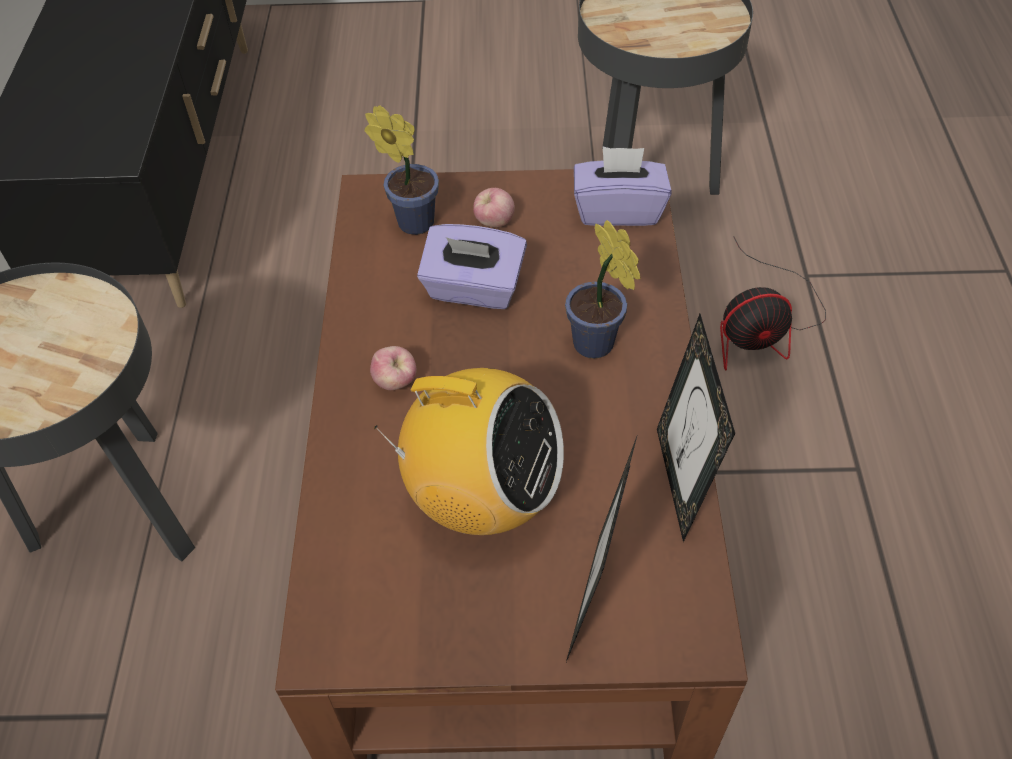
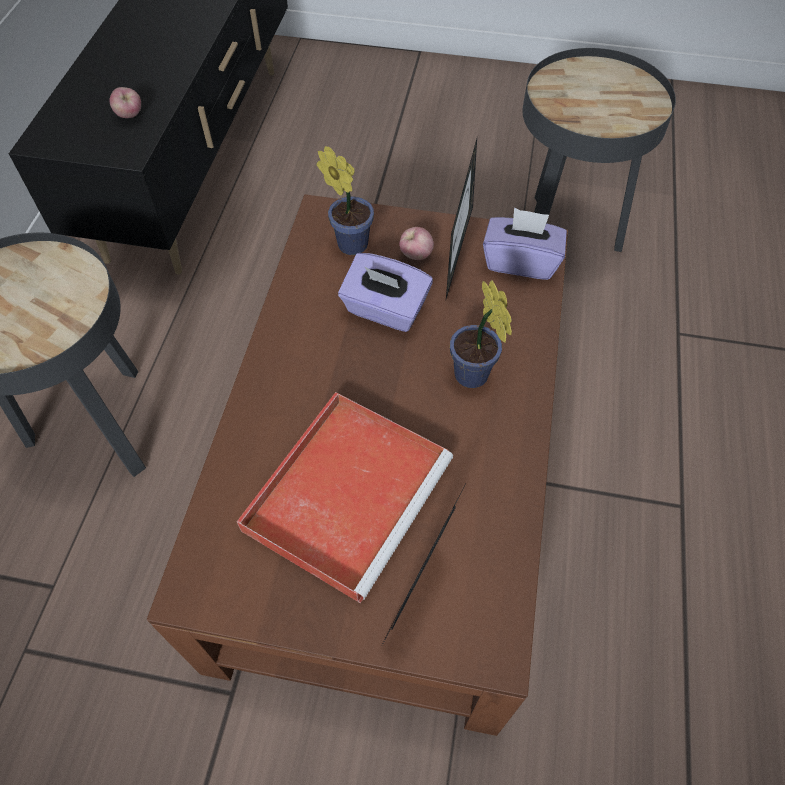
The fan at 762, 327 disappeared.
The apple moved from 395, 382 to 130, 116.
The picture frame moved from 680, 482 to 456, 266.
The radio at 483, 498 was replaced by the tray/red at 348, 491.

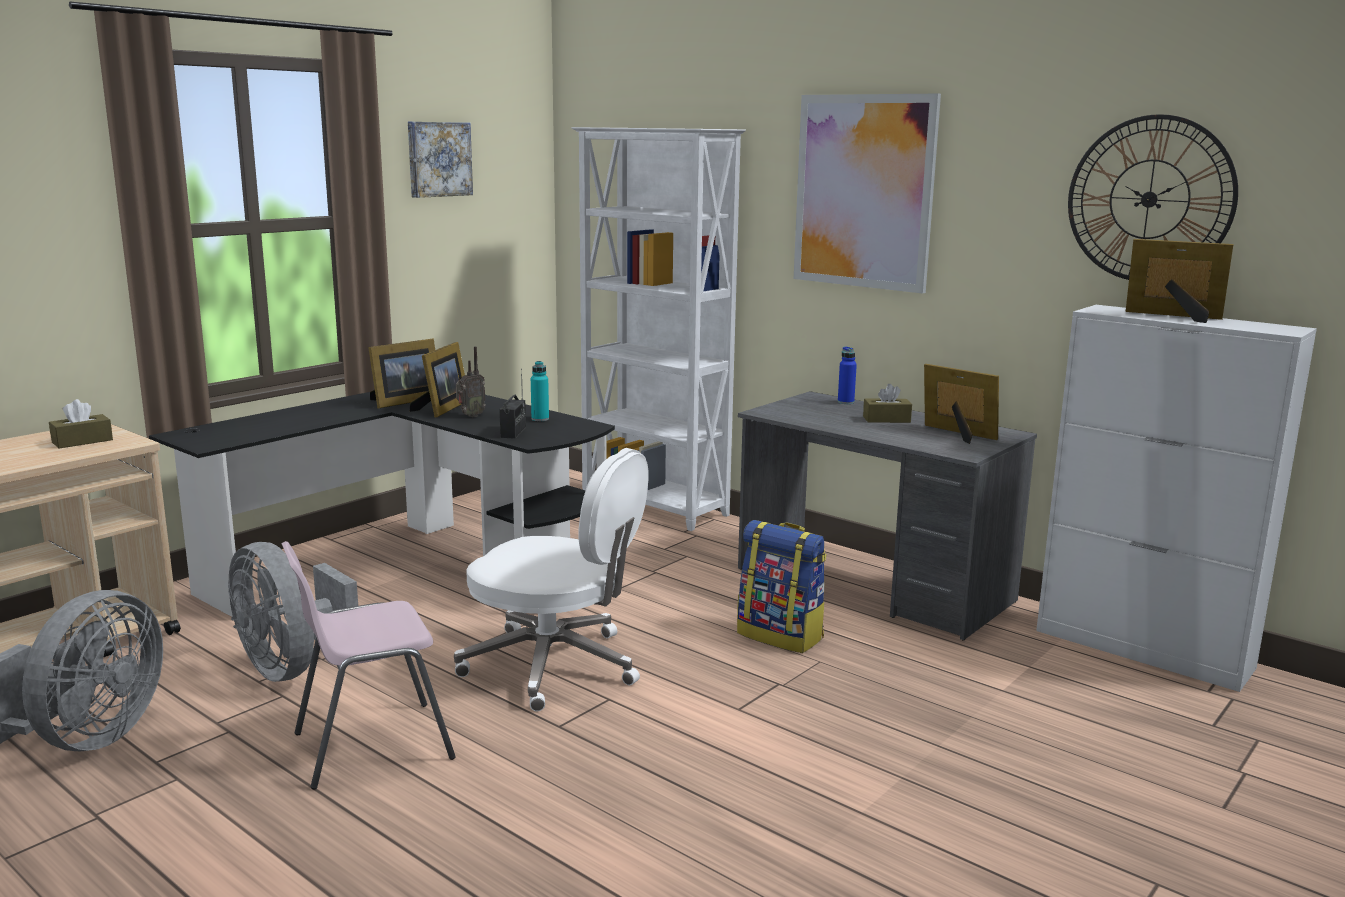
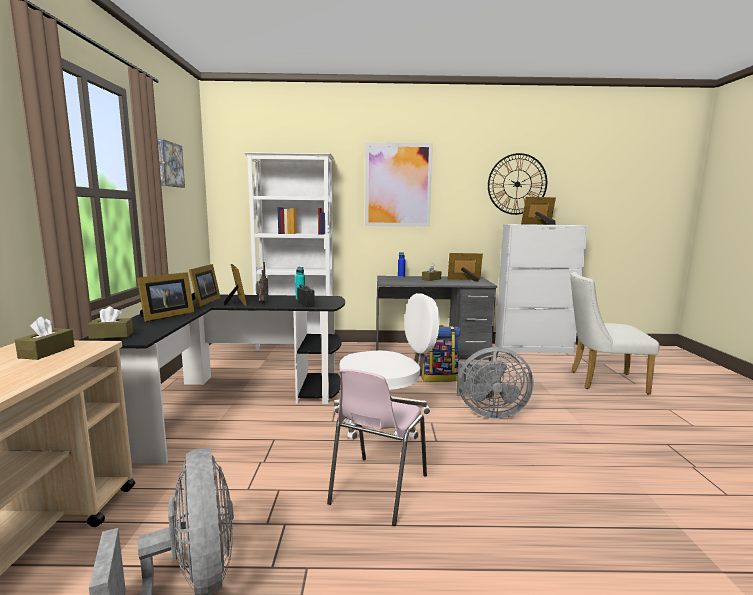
The tissue box/brown at 111, 335 appeared.
The picture frame at 165, 316 appeared.
The chair/white at 601, 381 appeared.
The fan/grey moved from 291, 667 to 488, 412.

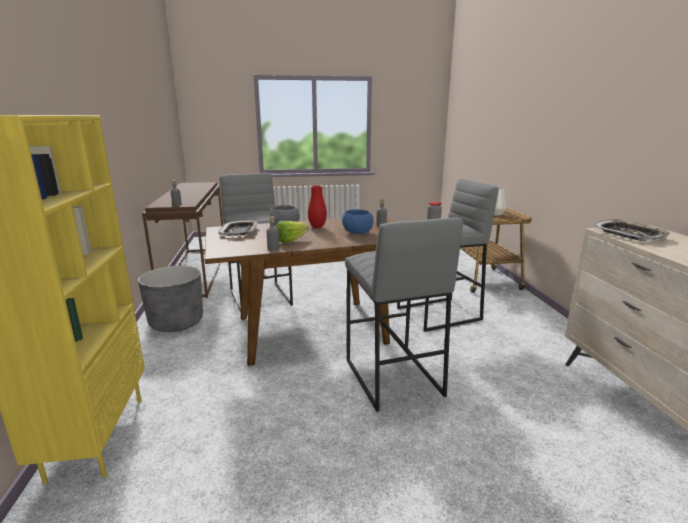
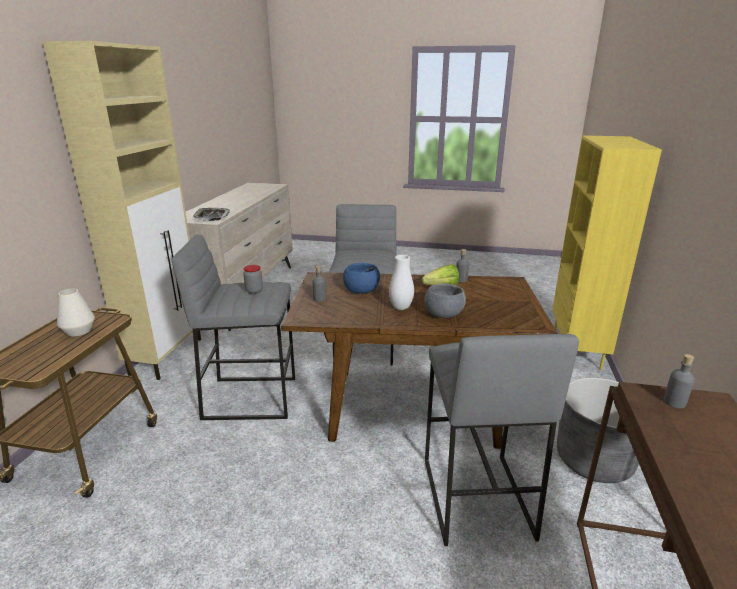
The tray at 239, 231 disappeared.
The cabinet/beige at 168, 356 appeared.
The vase/red at 317, 227 became the vase/white at 401, 308.

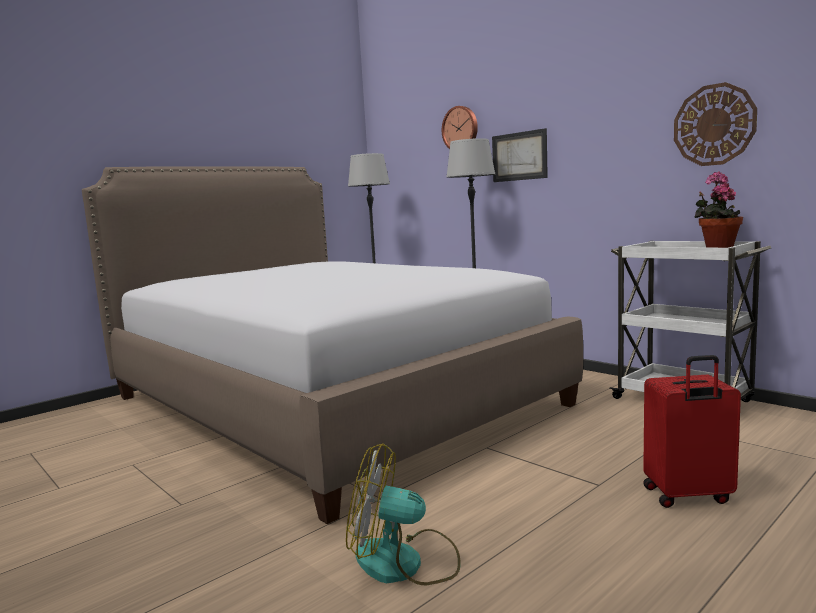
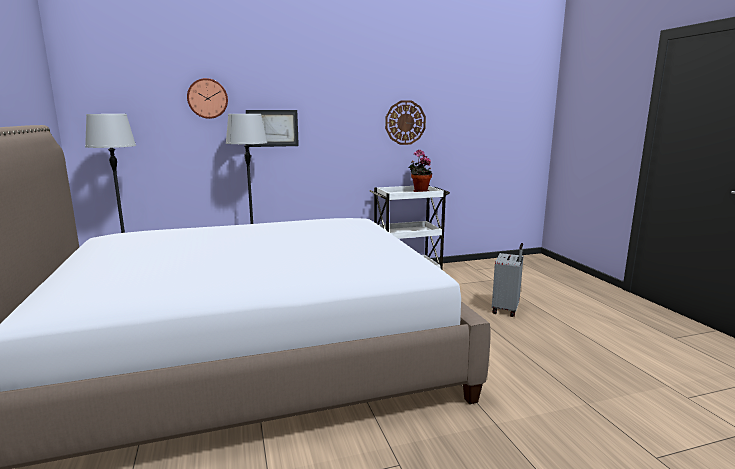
The fan at 404, 563 disappeared.
The suitcase/red at 687, 496 became the suitcase/grey at 506, 310.

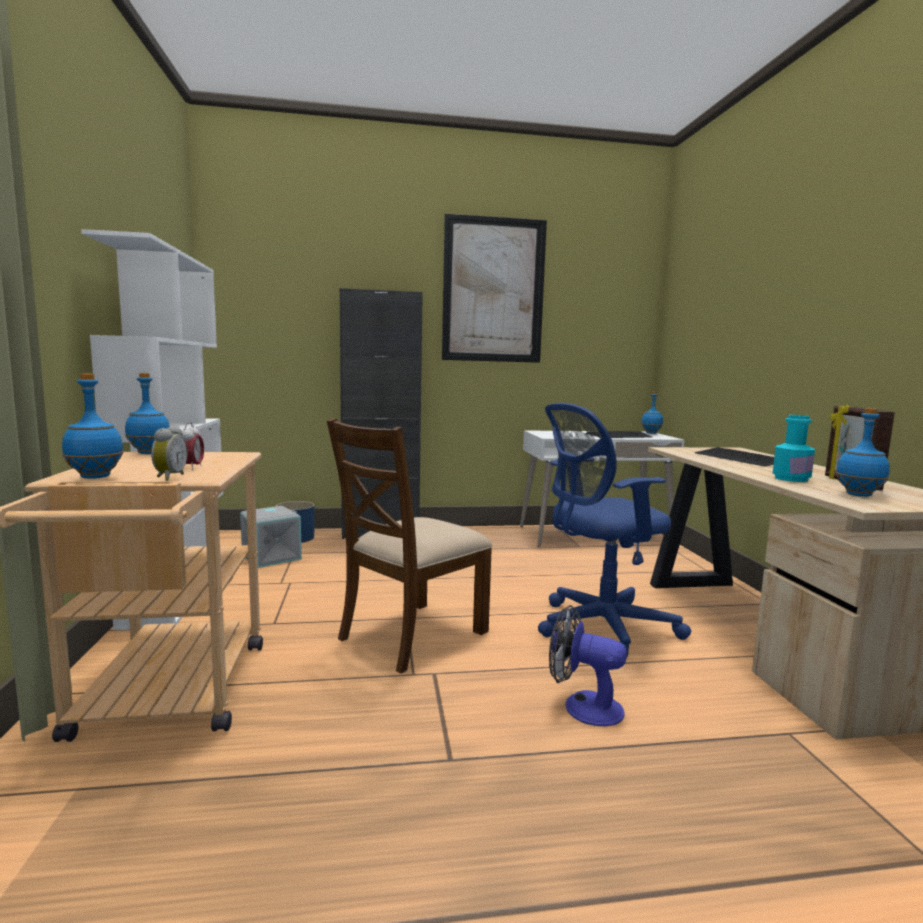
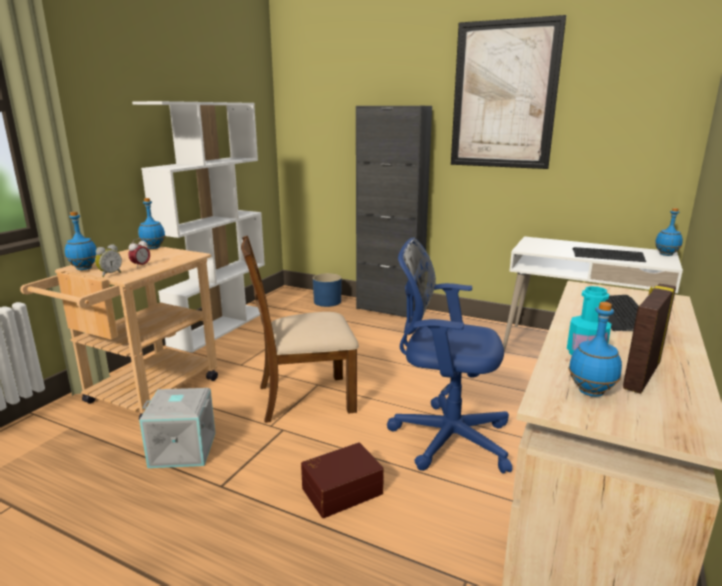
The storage box/grey moved from 271, 557 to 183, 449.
The fan at 582, 706 was replaced by the storage box/brown at 341, 489.

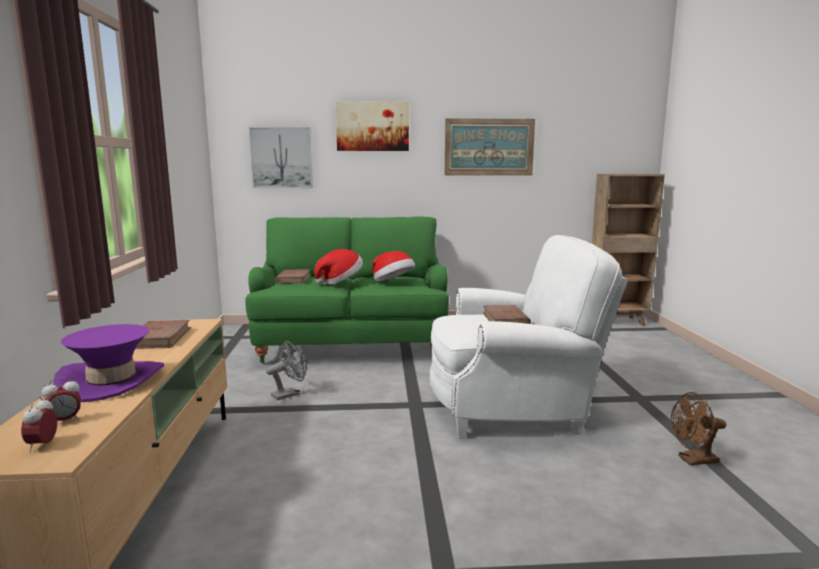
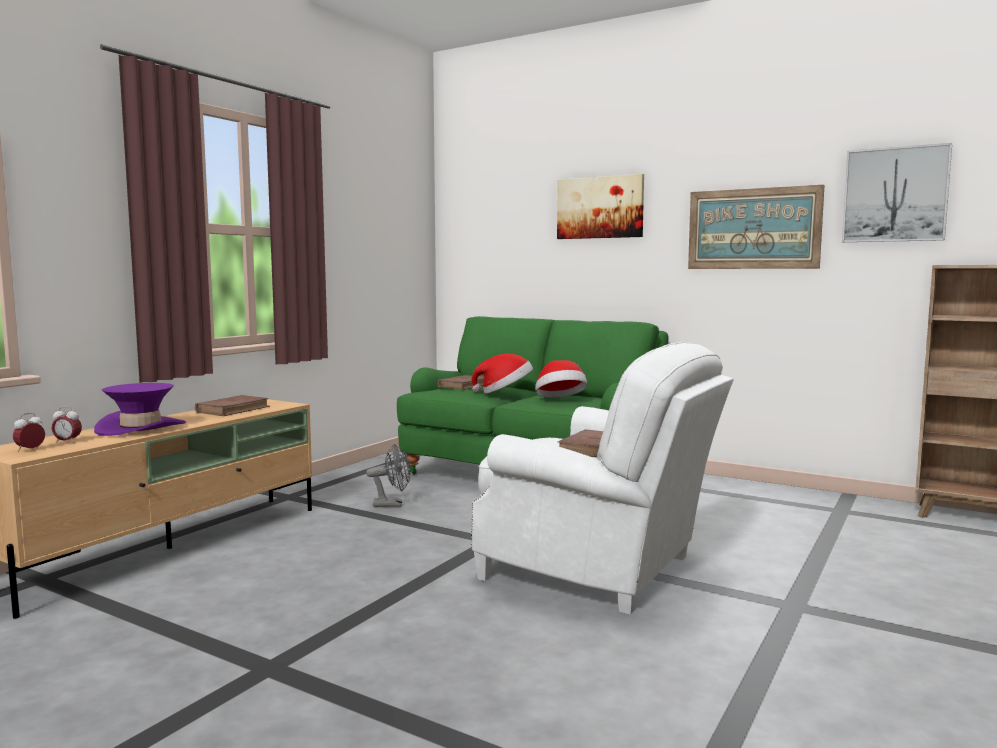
The fan/brown at 693, 460 disappeared.
The picture moved from 281, 157 to 895, 195.

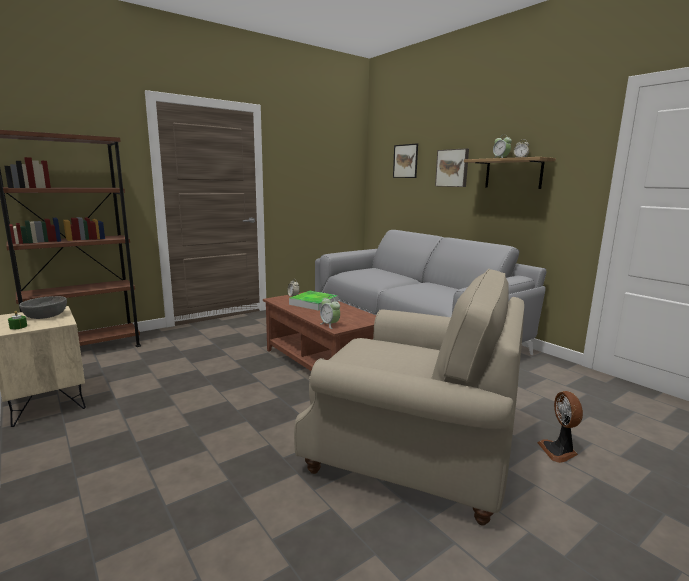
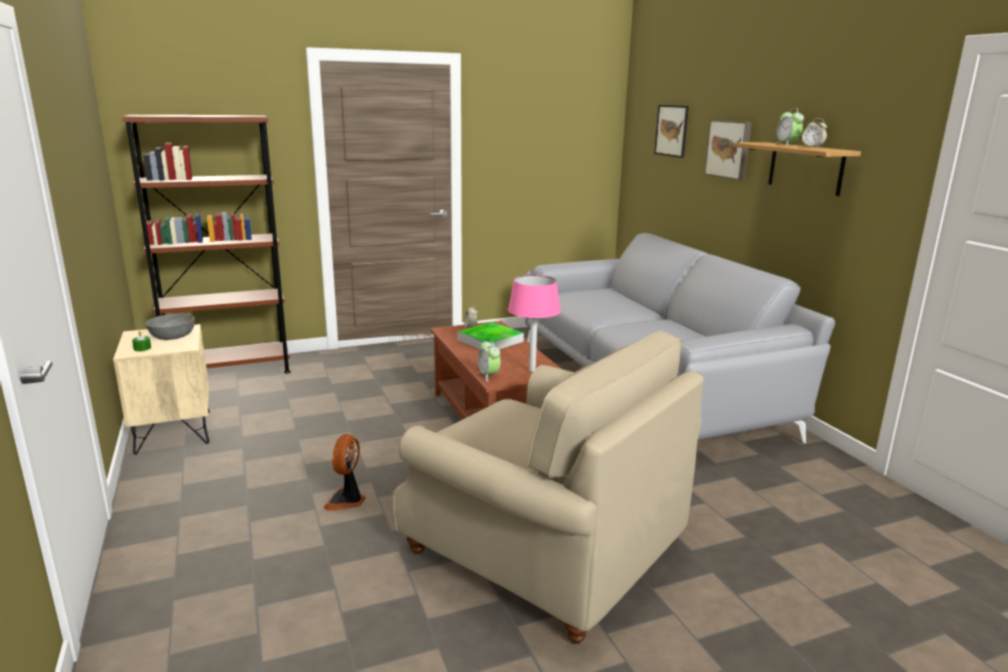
The table lamp/pink at 532, 370 appeared.
The fan moved from 559, 451 to 347, 501.

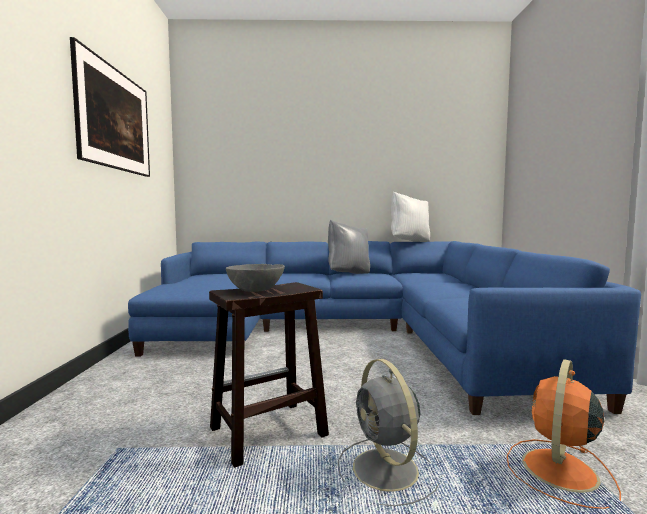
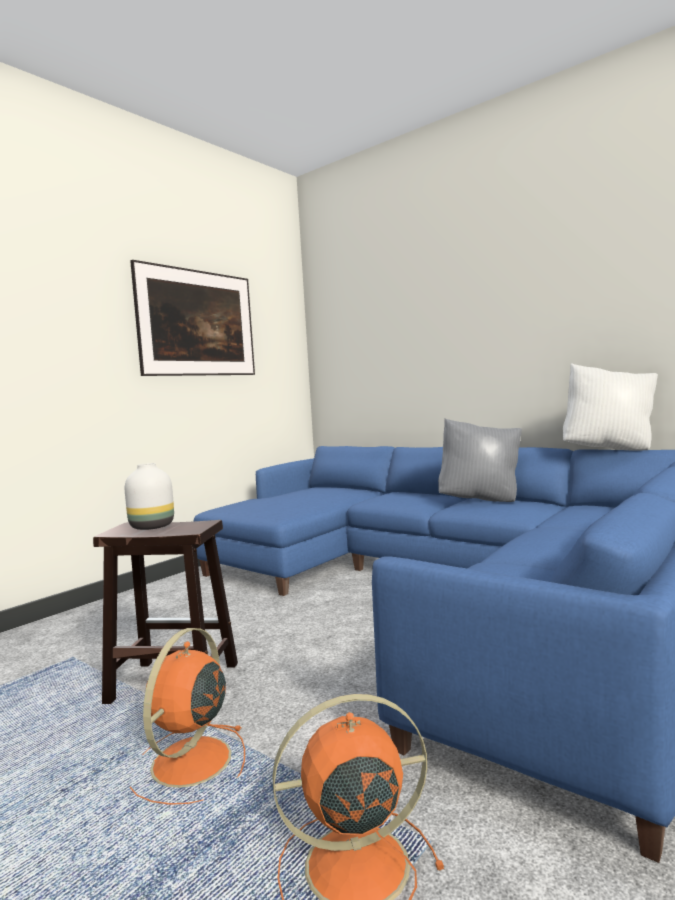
The bowl/grey at 255, 290 was replaced by the vase/white at 152, 526.
The fan/grey at 386, 471 became the fan/orange at 189, 764.

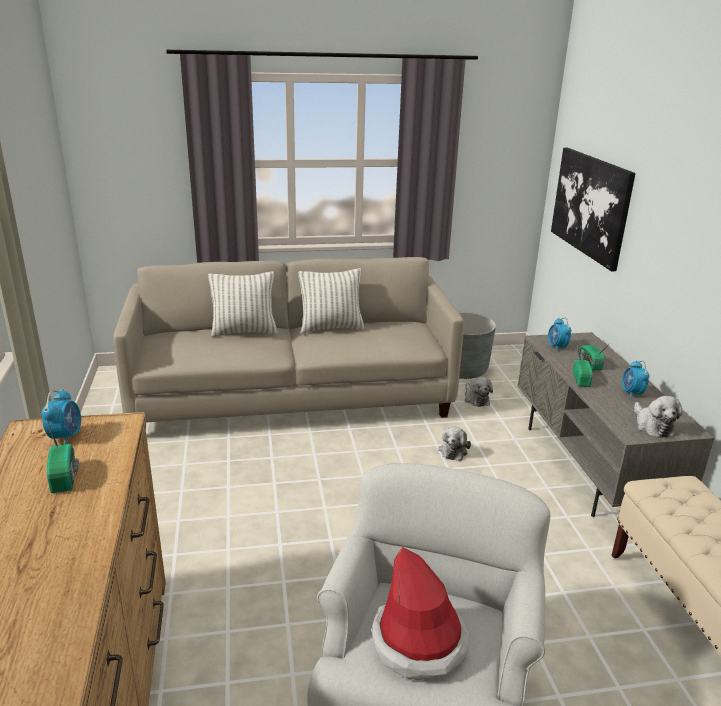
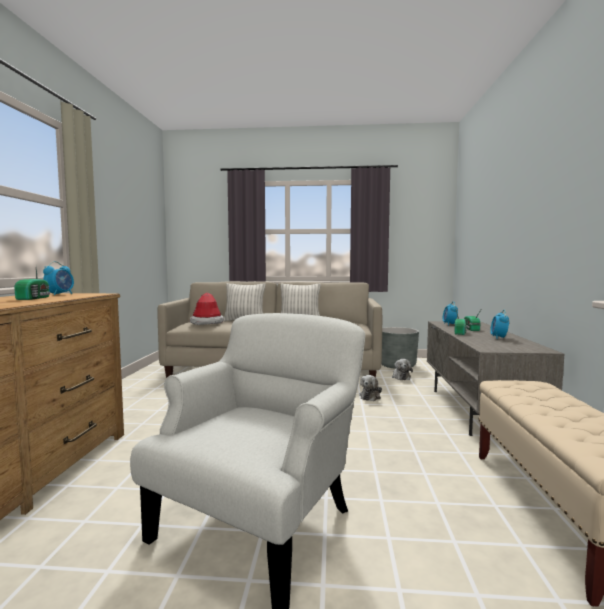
The picture at 590, 205 disappeared.
The plush toy at 652, 426 disappeared.
The hat moved from 419, 642 to 207, 322.

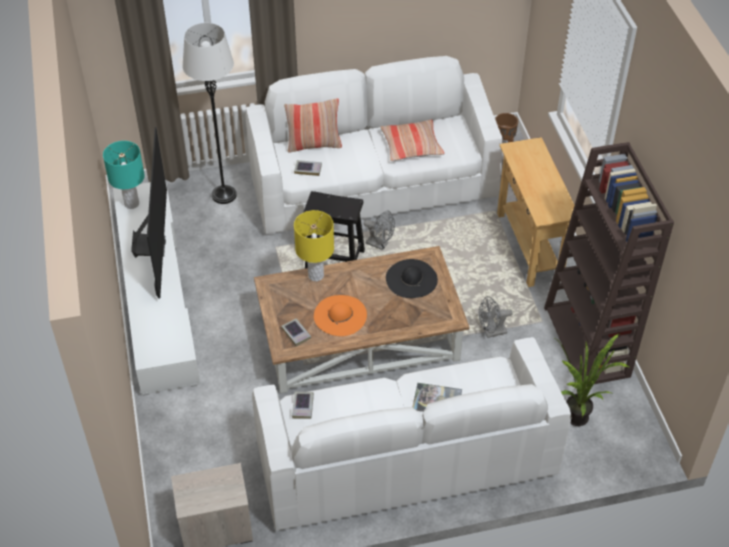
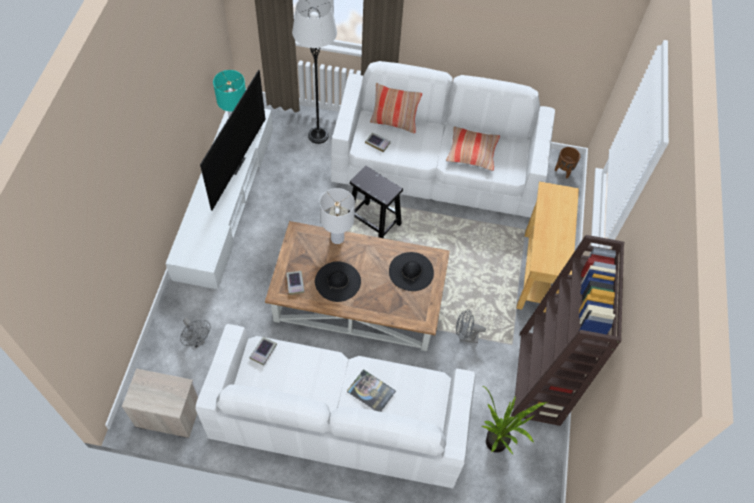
The fan/grey moved from 380, 244 to 197, 341.
The table lamp/yellow at 316, 275 became the table lamp/white at 337, 238.
The hat/orange at 340, 315 became the hat/black at 337, 281.

